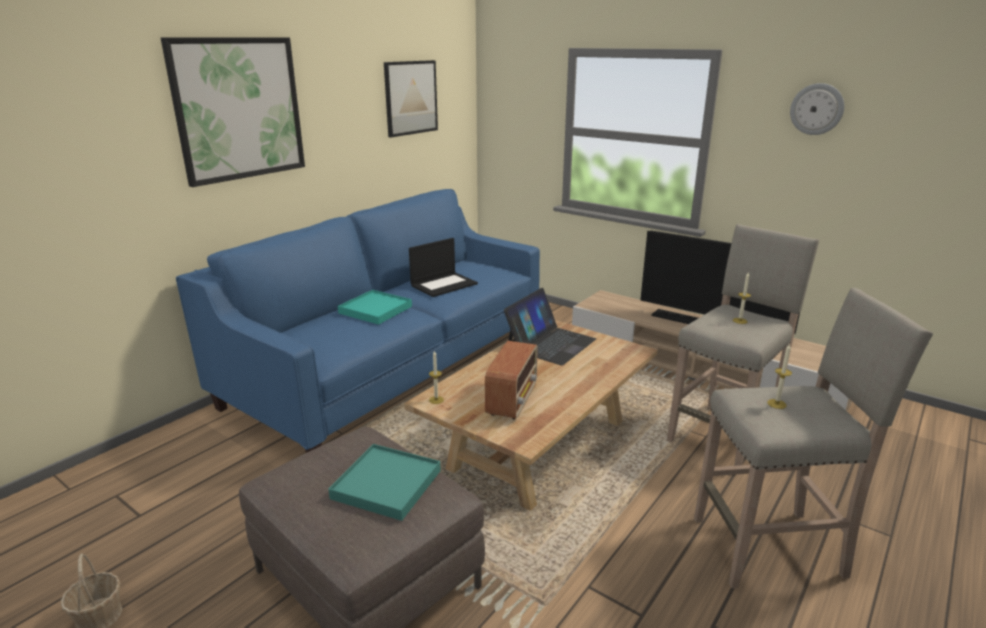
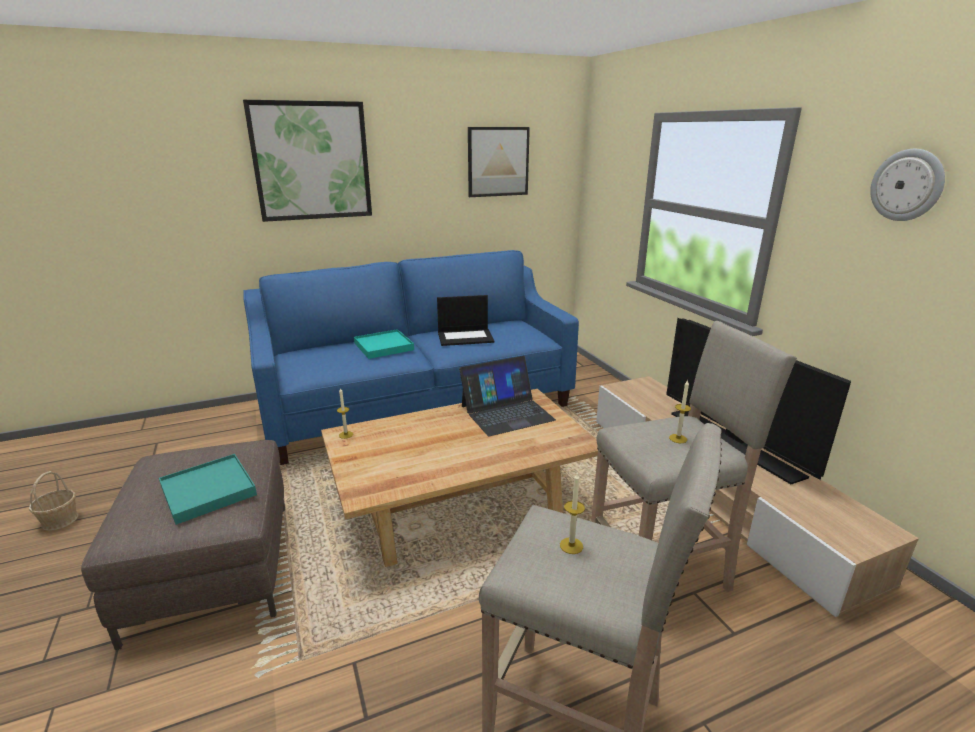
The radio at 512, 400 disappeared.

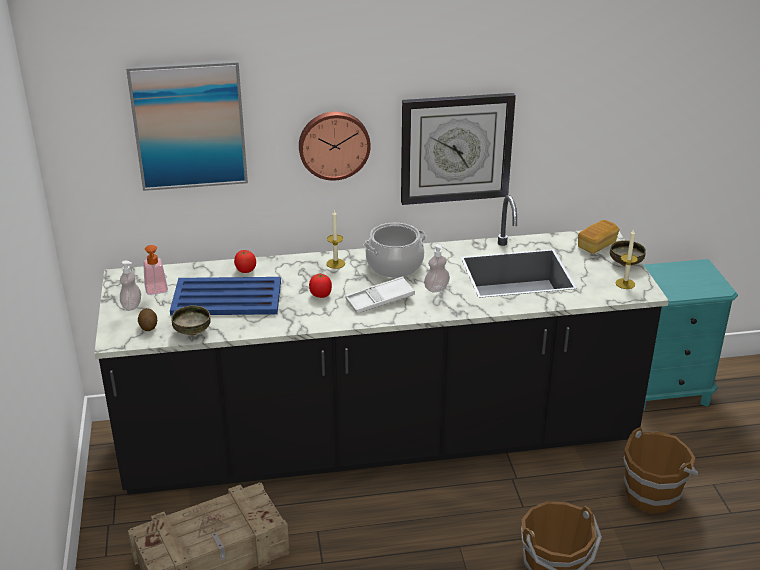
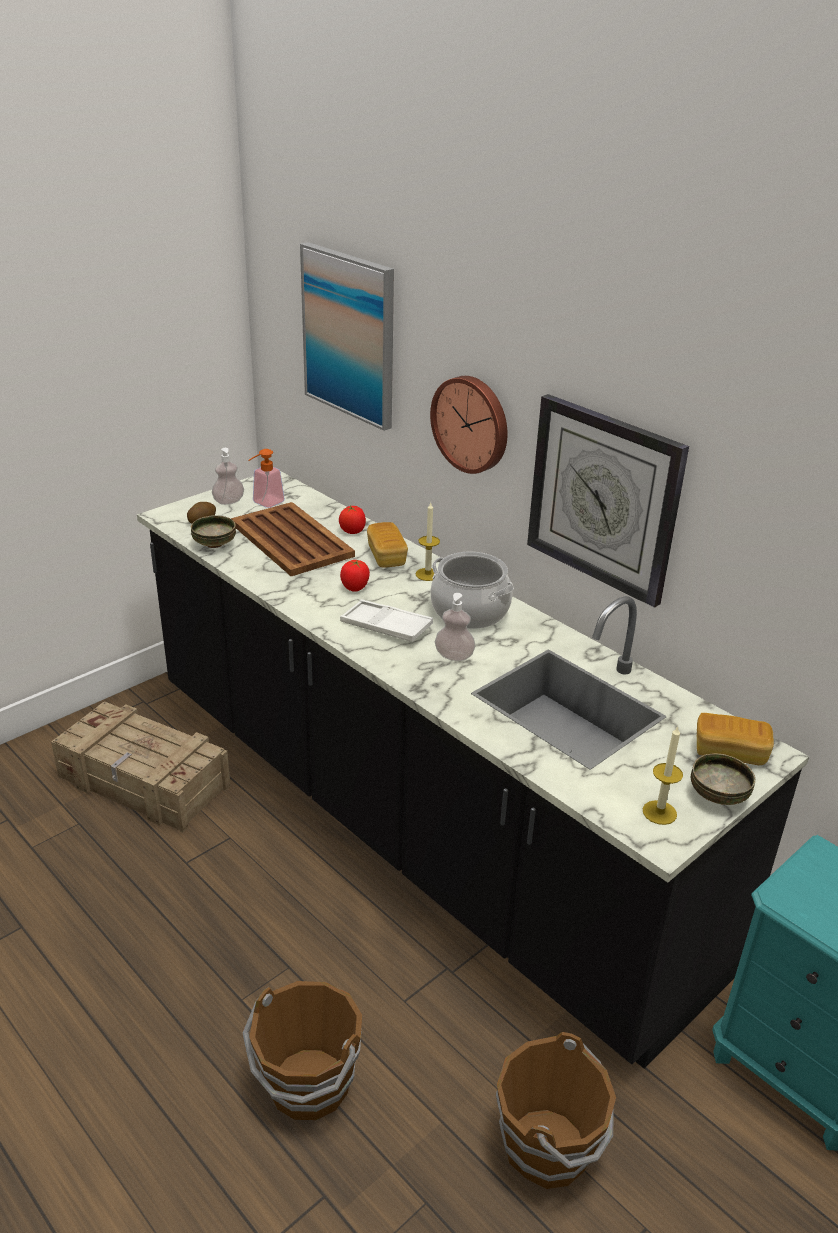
The bread at 386, 556 appeared.
The tray/blue at 225, 298 became the tray/brown at 291, 539.

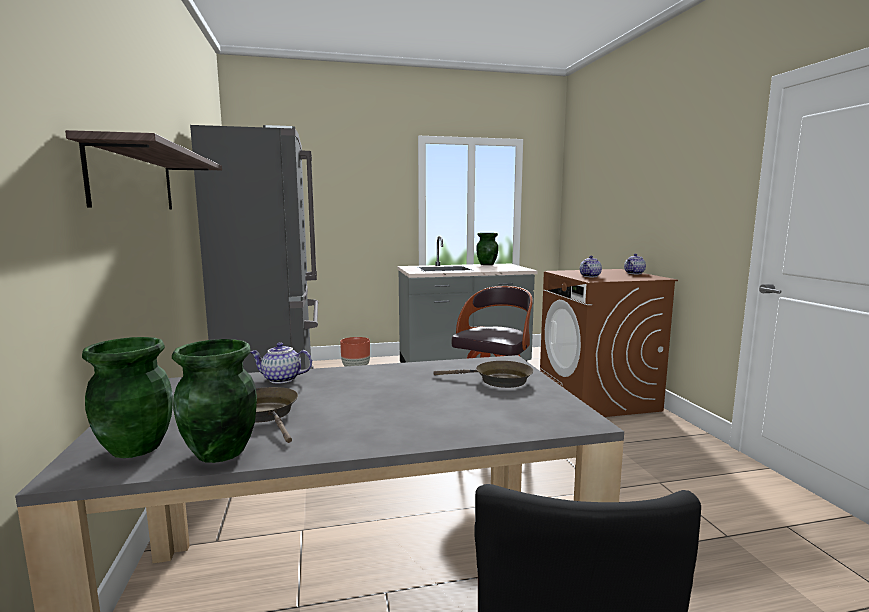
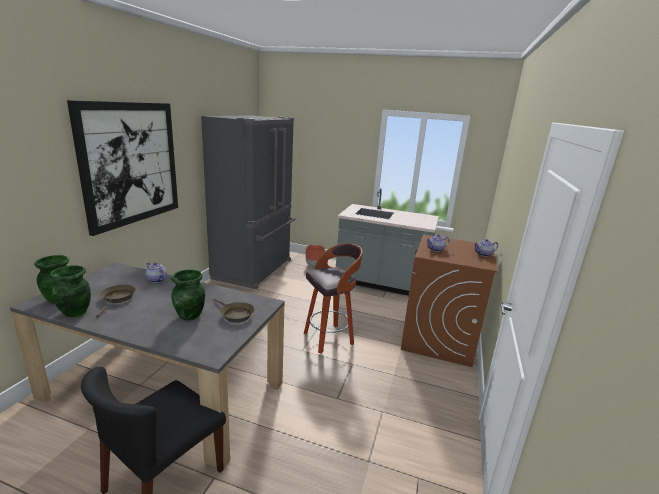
The vase/green moved from 487, 264 to 190, 315.
The shelf at 134, 180 was replaced by the picture at 131, 163.

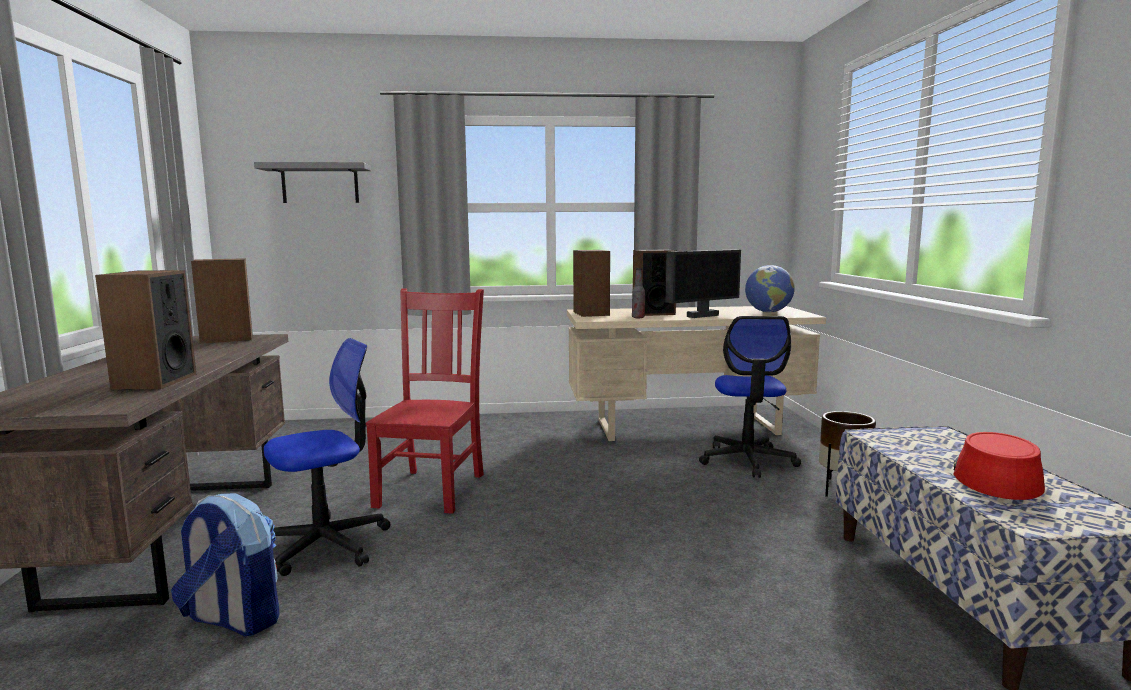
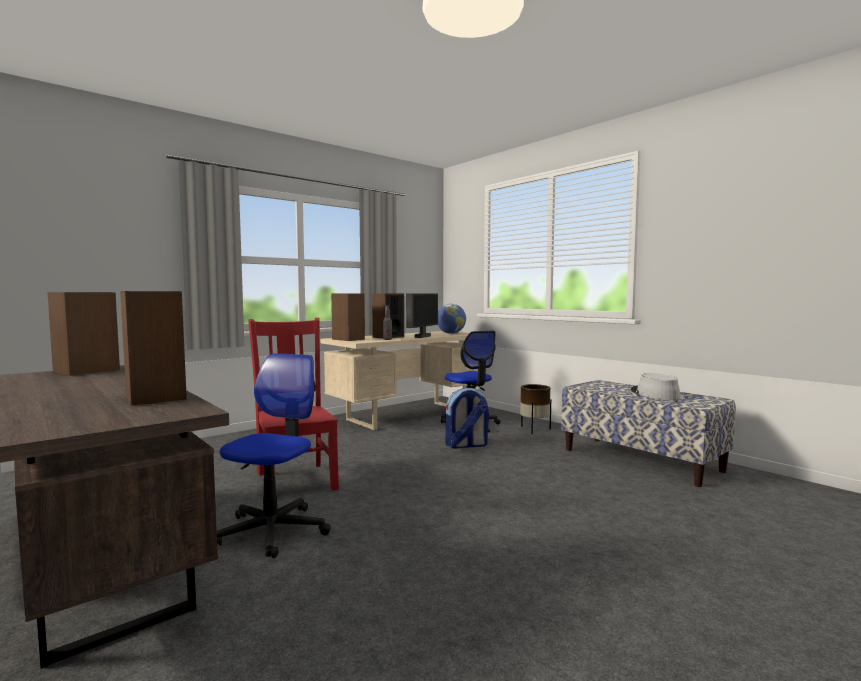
The shelf/grey at 320, 184 disappeared.
The backpack moved from 233, 619 to 466, 445.
The hat/red at 995, 477 became the hat/grey at 654, 394.

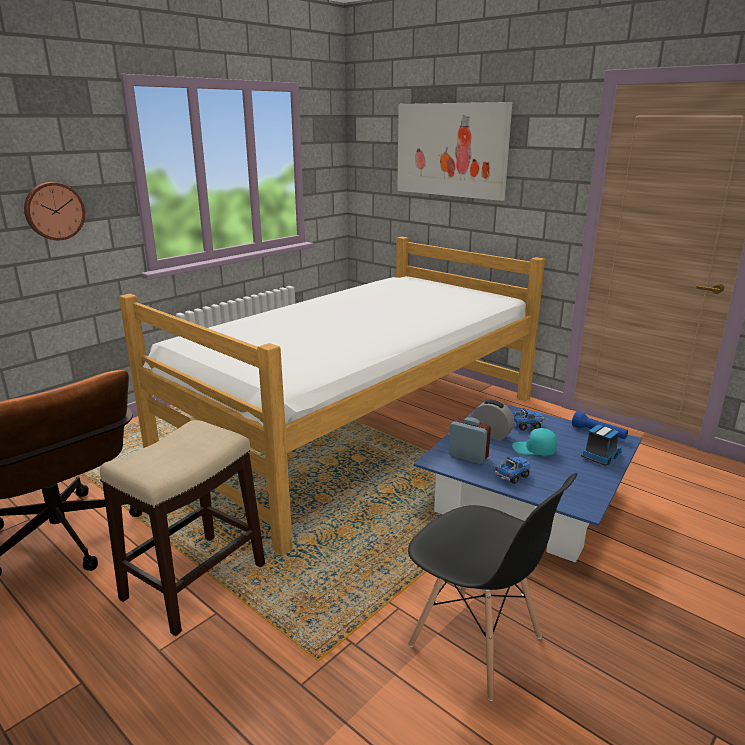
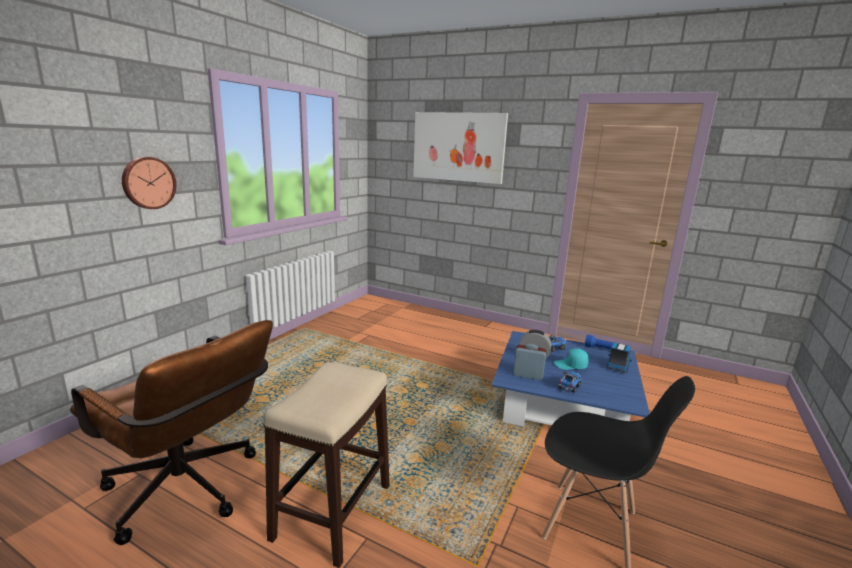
The bed at 359, 428 disappeared.

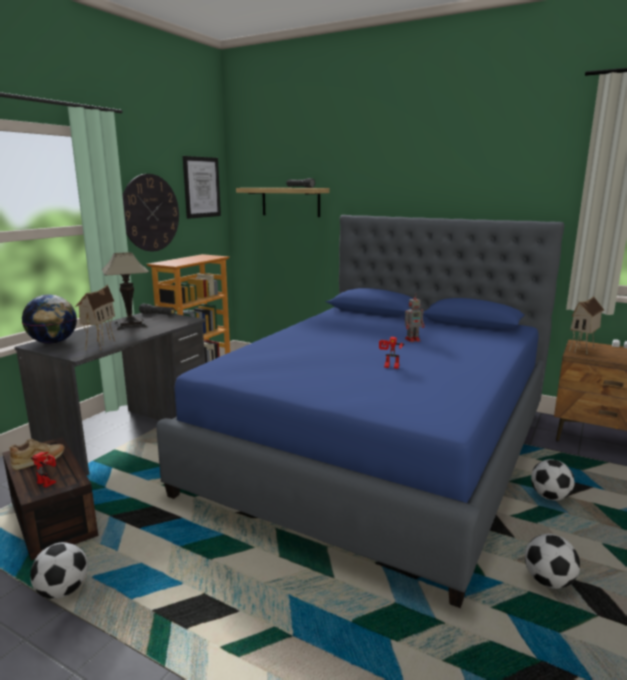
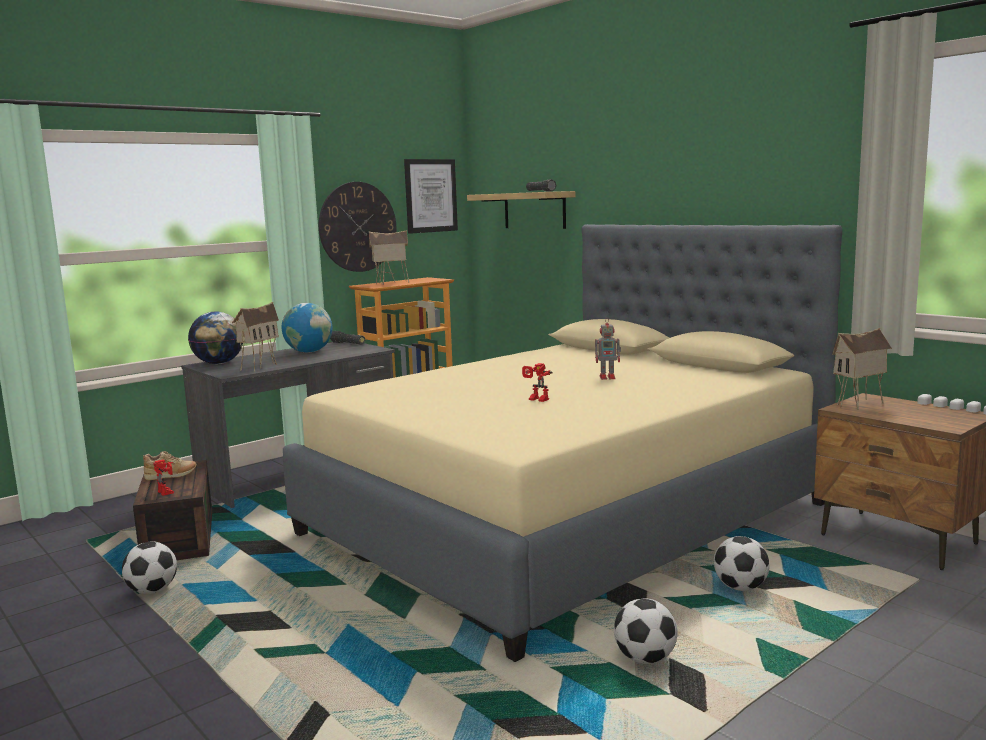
The toy house at 391, 283 appeared.
The table lamp at 130, 325 was replaced by the globe at 309, 352.
The bed/blue at 379, 449 became the bed/beige at 566, 519.

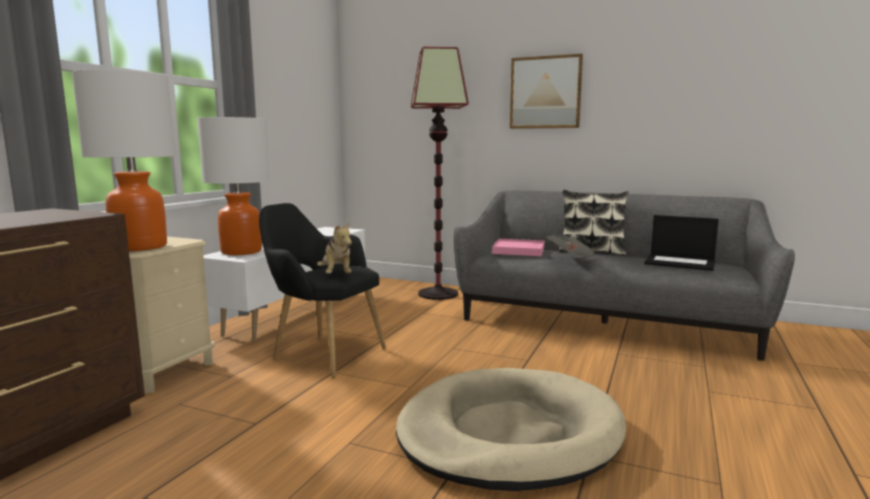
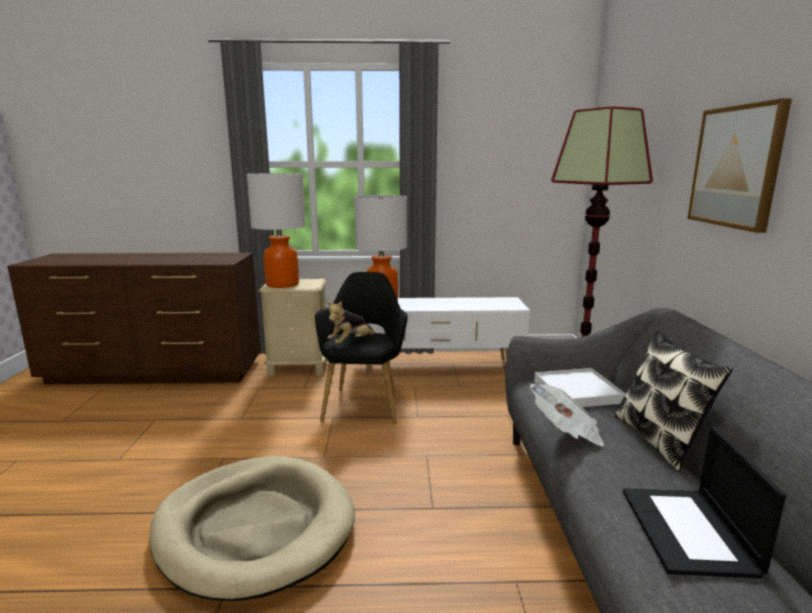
The tray/pink at 519, 250 became the tray/white at 577, 391.

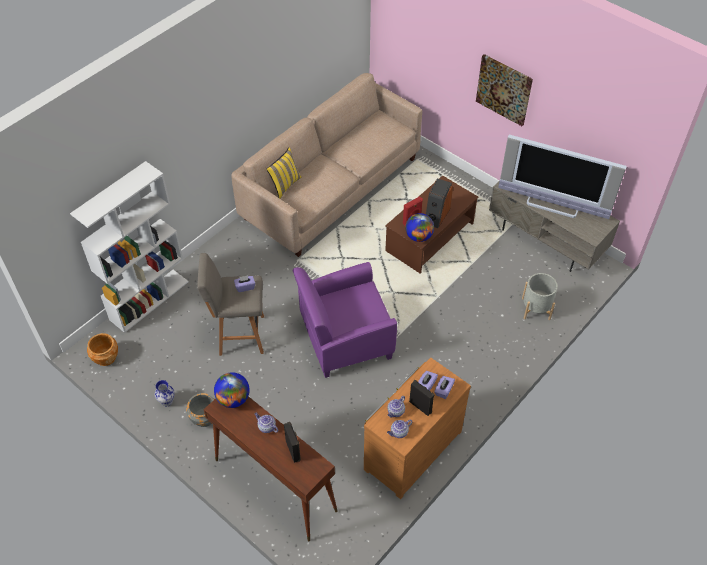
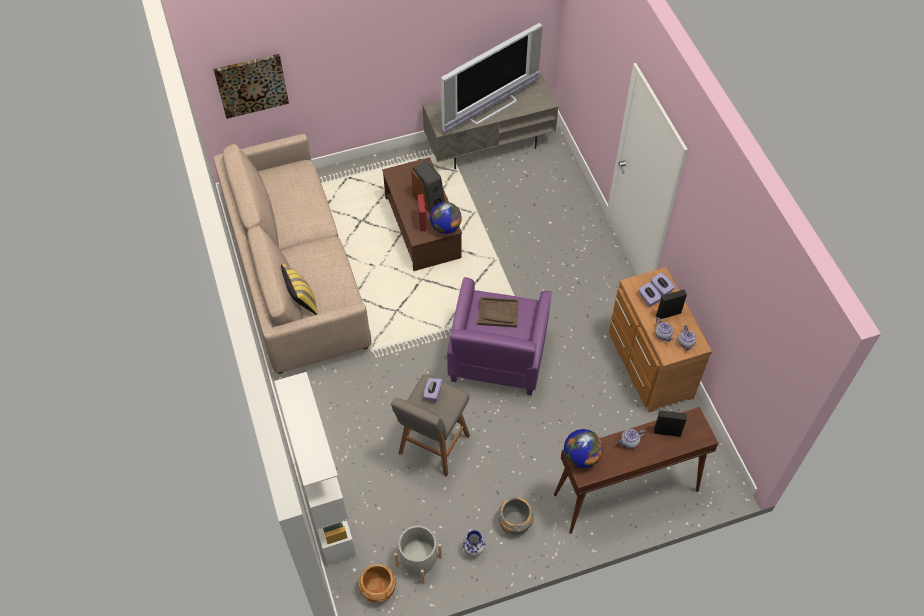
The tray/brown at 498, 313 appeared.
The picture moved from 504, 89 to 251, 85.
The planter/grey moved from 536, 308 to 419, 561.

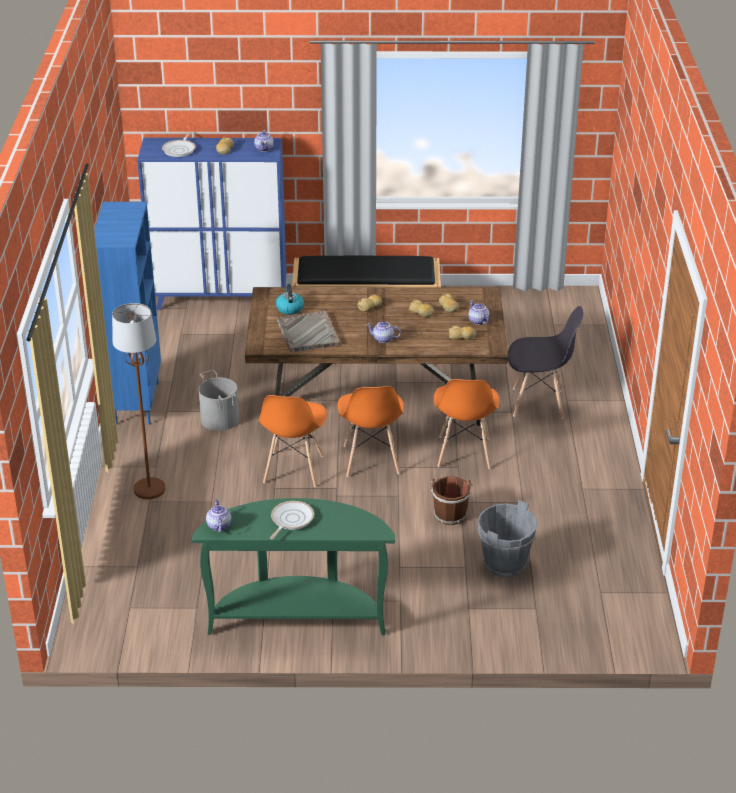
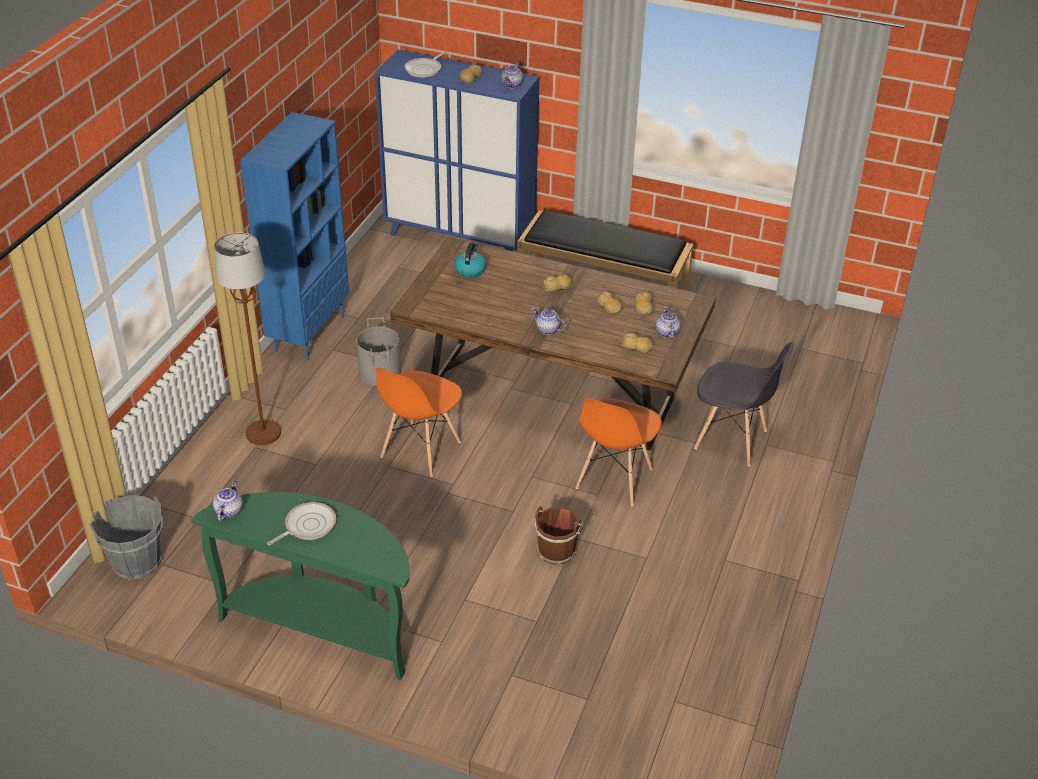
The tray/grey at 308, 333 disappeared.
The chair/orange at 371, 460 disappeared.
The bucket/grey moved from 504, 563 to 137, 562.

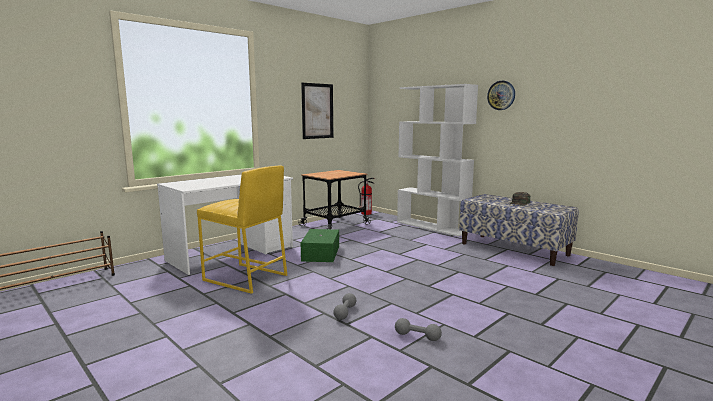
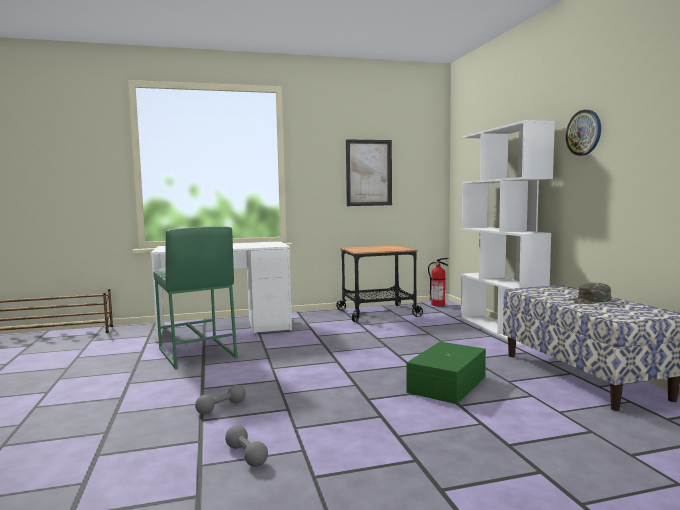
The storage box/green moved from 320, 253 to 445, 384.
The stool/yellow at 245, 278 became the stool/green at 196, 353.

